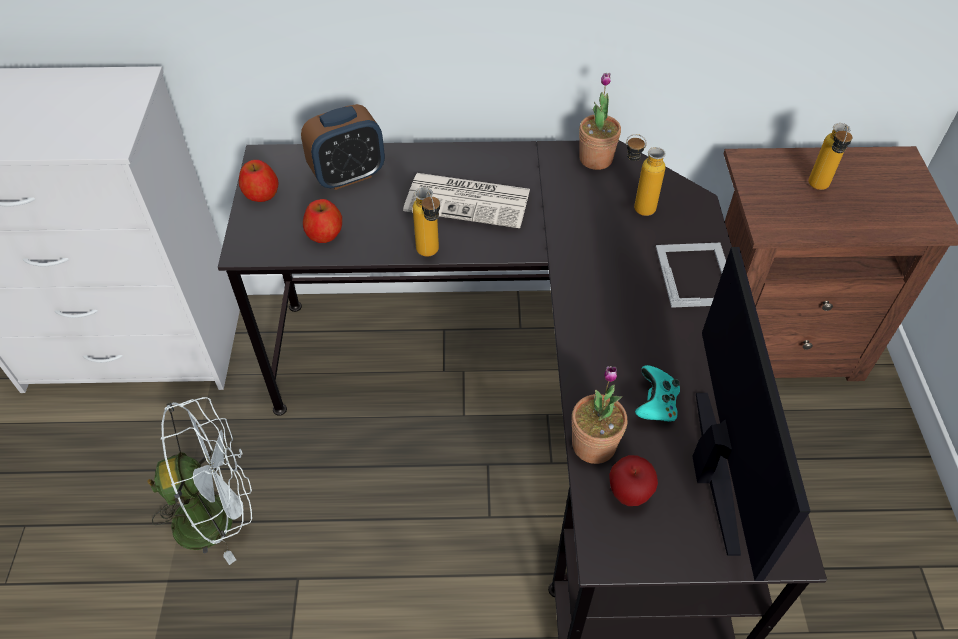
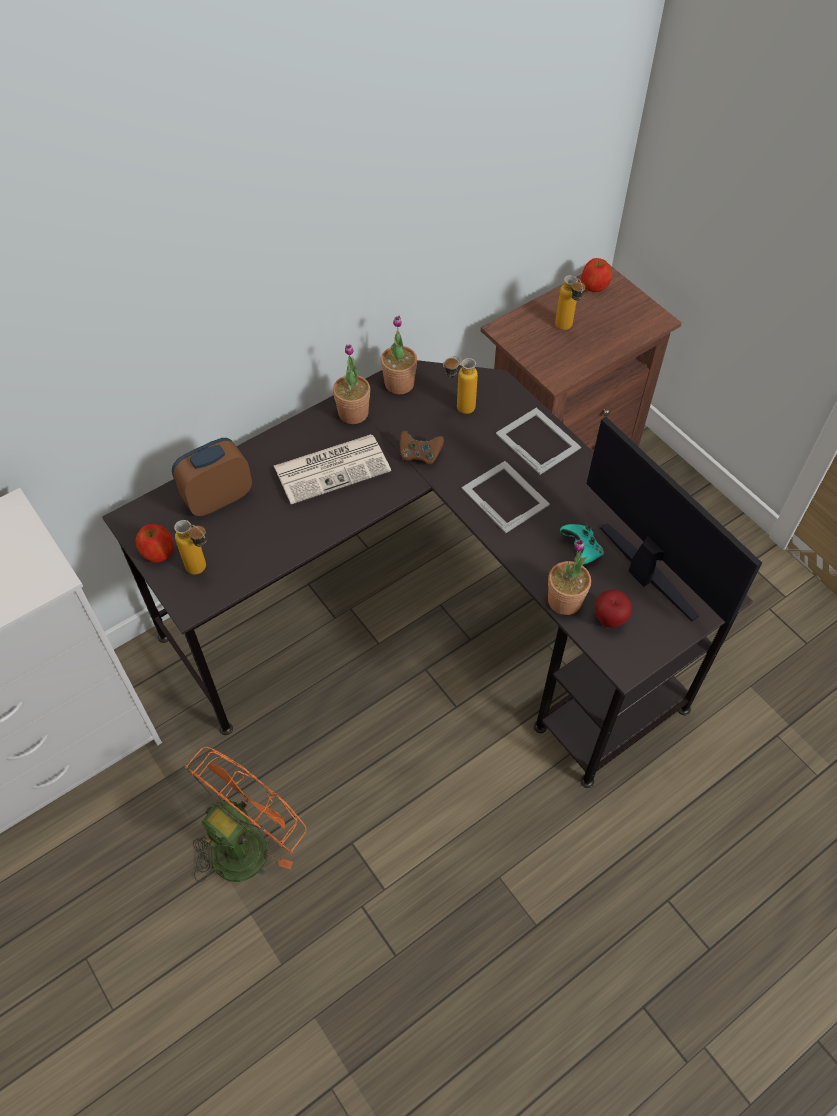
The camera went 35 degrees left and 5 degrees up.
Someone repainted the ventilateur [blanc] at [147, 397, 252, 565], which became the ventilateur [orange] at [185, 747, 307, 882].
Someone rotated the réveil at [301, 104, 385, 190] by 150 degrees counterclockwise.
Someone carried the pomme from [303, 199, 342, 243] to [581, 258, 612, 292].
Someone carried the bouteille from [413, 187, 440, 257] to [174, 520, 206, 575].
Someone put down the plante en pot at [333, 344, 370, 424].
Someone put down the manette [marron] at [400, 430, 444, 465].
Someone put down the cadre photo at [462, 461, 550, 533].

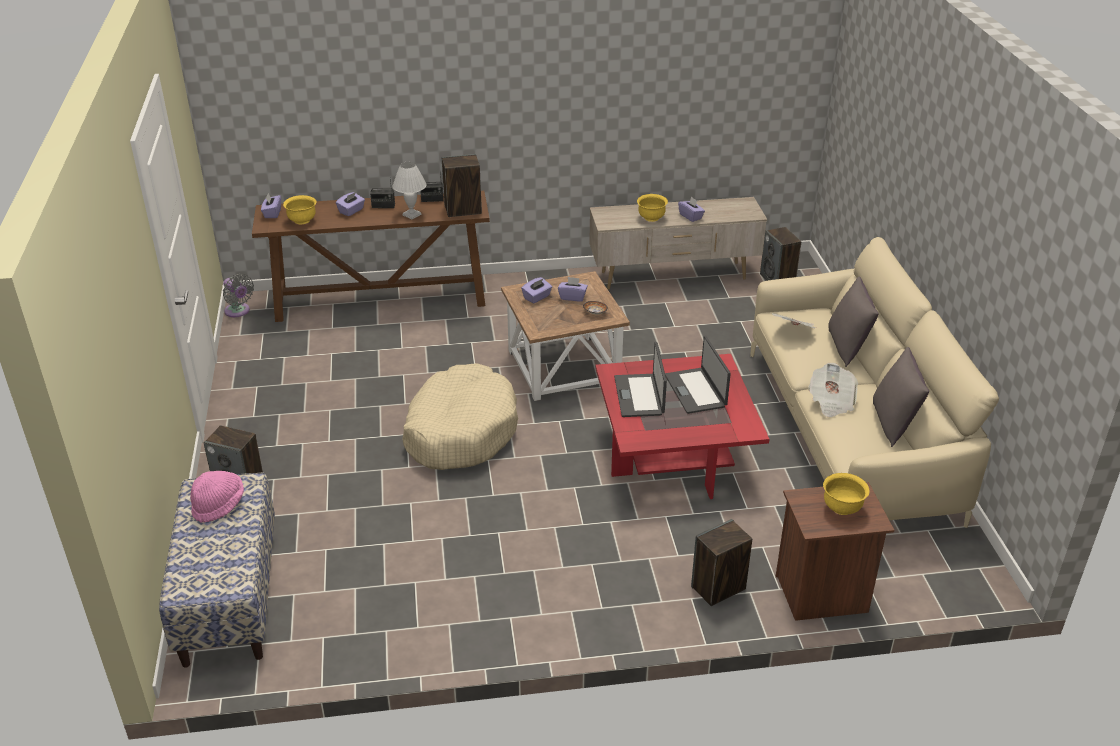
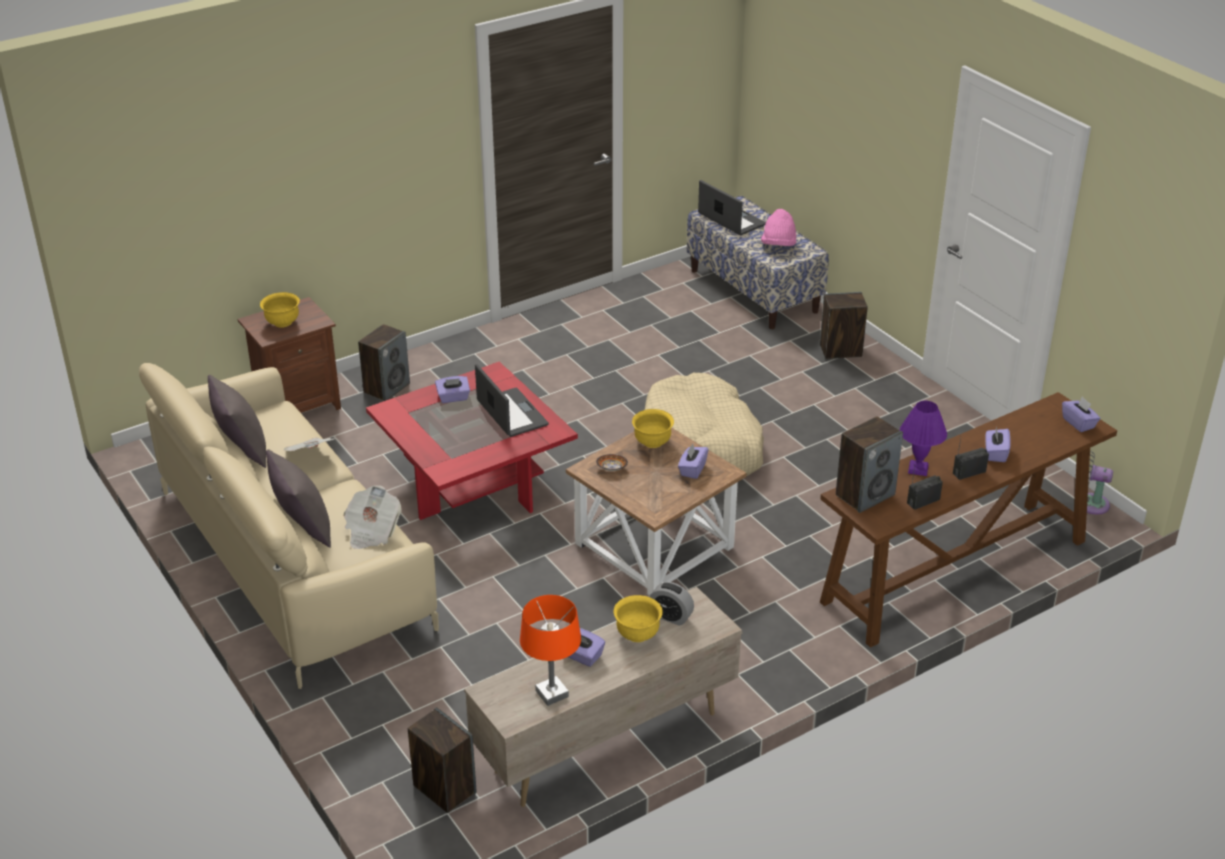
The camera went 155 degrees right and 0 degrees up.
Someone carried the bol [jaune] from [283, 195, 317, 224] to [632, 409, 674, 448].
Someone repainted the lampe de table [blanc] at [393, 162, 426, 219], which became the lampe de table [violet] at [900, 401, 947, 476].
Someone carried the boîte à mouchoirs [violet] from [558, 277, 588, 302] to [435, 376, 470, 403].
Someone carried the ordinateur portable from [665, 336, 731, 414] to [698, 180, 766, 235].
Someone put down the lampe de table [orange] at [520, 595, 581, 706].
Someone put down the réveil at [649, 582, 694, 626].

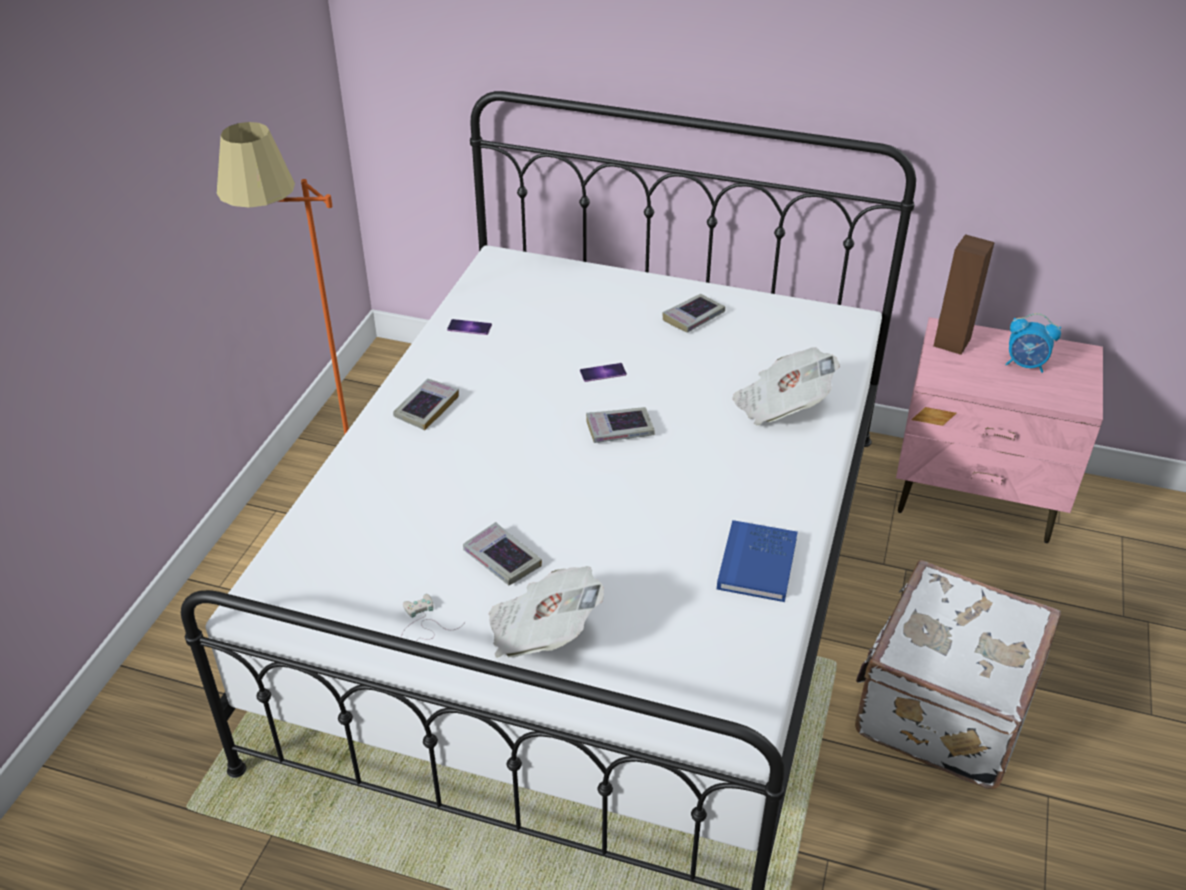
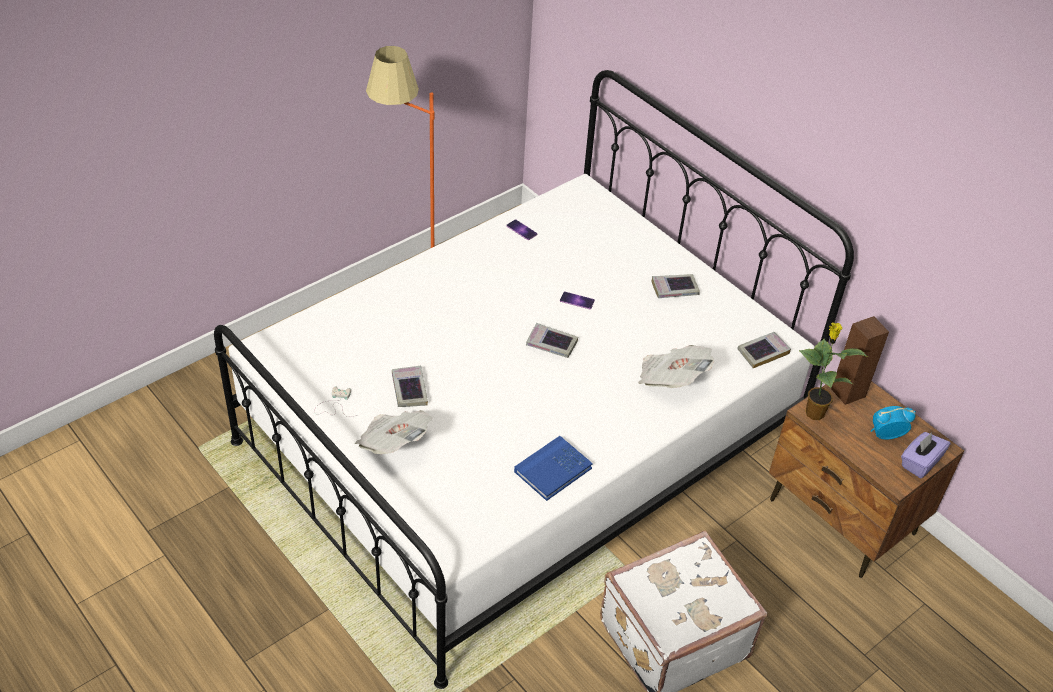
The camera went 30 degrees right and 5 degrees up.
Someone carried the livre from [393, 379, 459, 430] to [737, 332, 791, 368].
Someone repainted the table de chevet [rose] at [896, 317, 1103, 543], which became the table de chevet [marron] at [769, 381, 964, 578].
Someone rotated the réveil at [1005, 313, 1061, 373] by 120 degrees clockwise.
Someone put down the plante en pot at [799, 322, 868, 420].
Someone put down the boîte à mouchoirs [violet] at [901, 432, 950, 478].

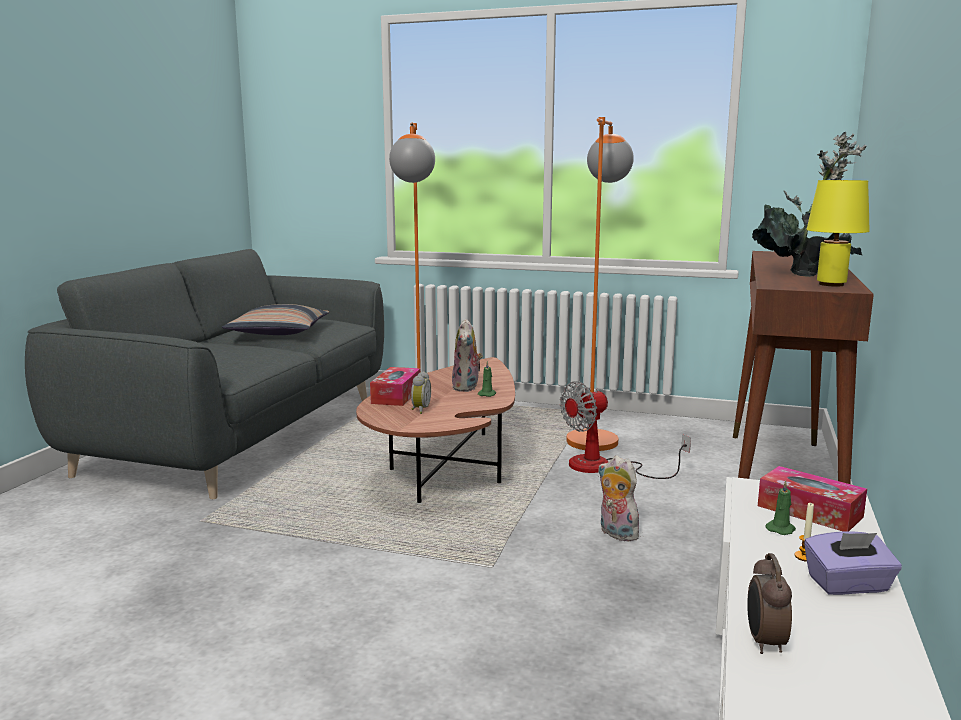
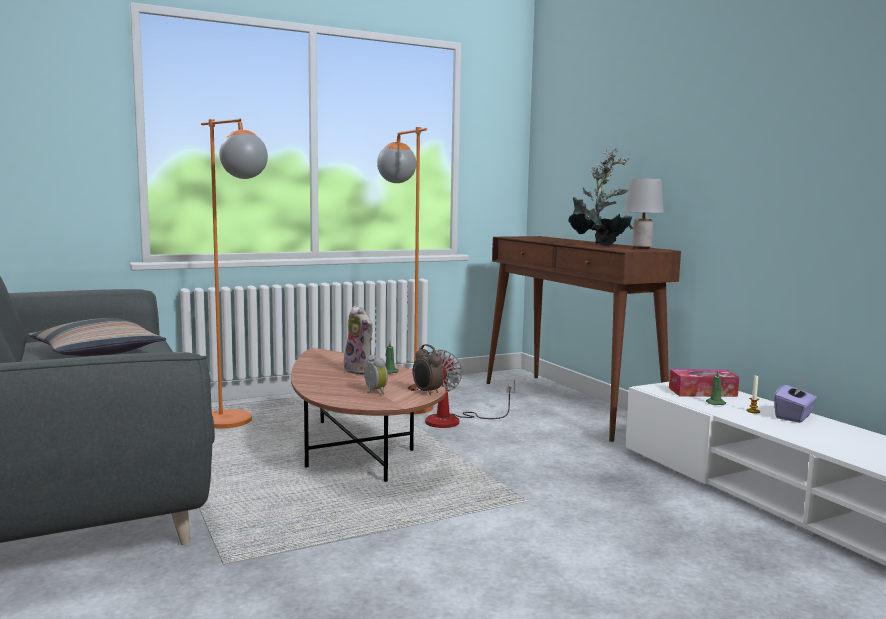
The camera went 45 degrees left and 5 degrees down.
Someone took away the boîte à mouchoirs at [370, 367, 420, 406].
Someone took away the peluche at [598, 456, 641, 541].
Someone carried the réveil from [747, 553, 792, 654] to [413, 344, 444, 395].
Someone repainted the lampe de table [jaune] at [806, 180, 869, 287], which became the lampe de table [gris] at [624, 179, 664, 249].

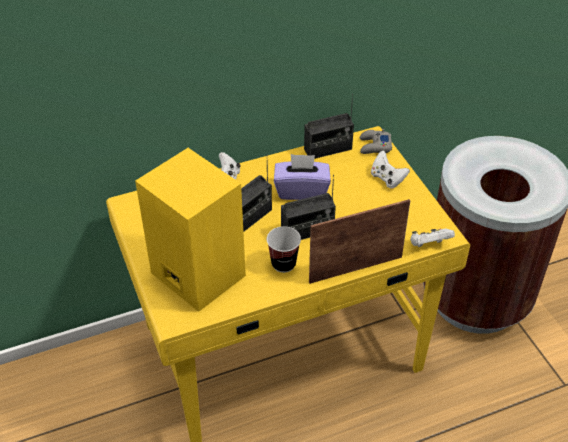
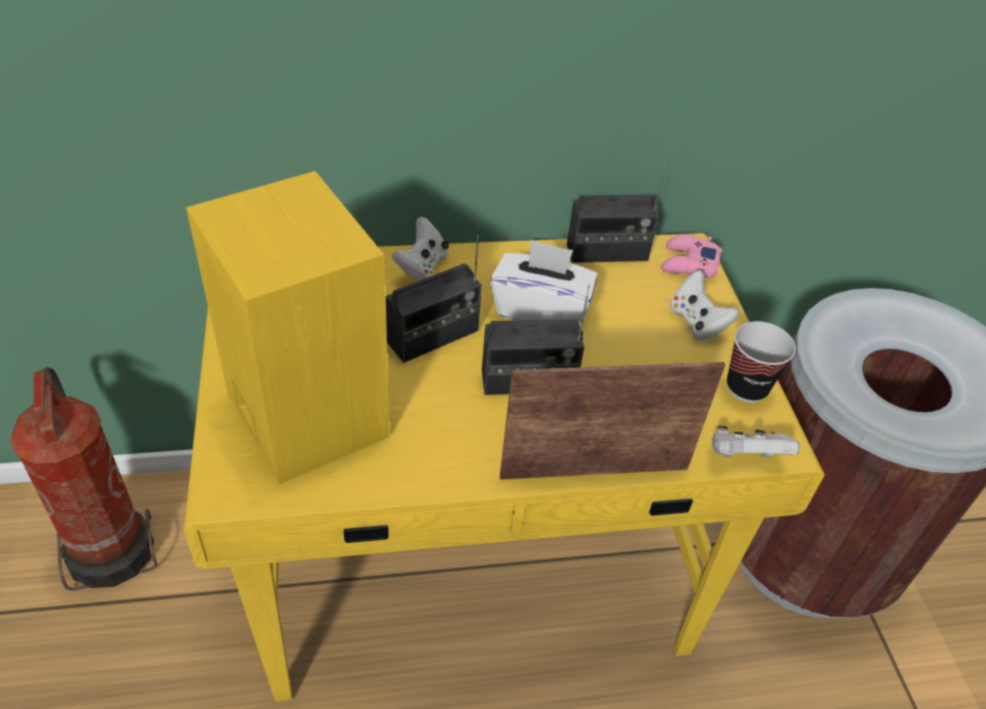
The camera went 10 degrees right and 0 degrees up.
Someone carried the tasse from [267, 226, 301, 273] to [727, 321, 796, 403].
Someone repainted the boîte à mouchoirs [violet] at [274, 154, 331, 200], which became the boîte à mouchoirs [blanc] at [490, 239, 598, 324].
Someone repainted the manette [gris] at [360, 129, 392, 154], which became the manette [rose] at [661, 234, 722, 278].
Someone put down the extincteur at [10, 367, 157, 591].

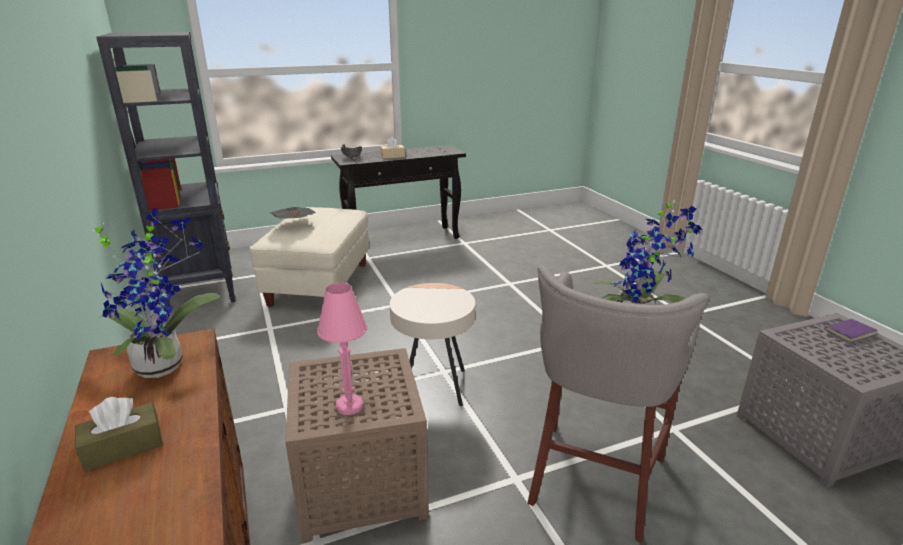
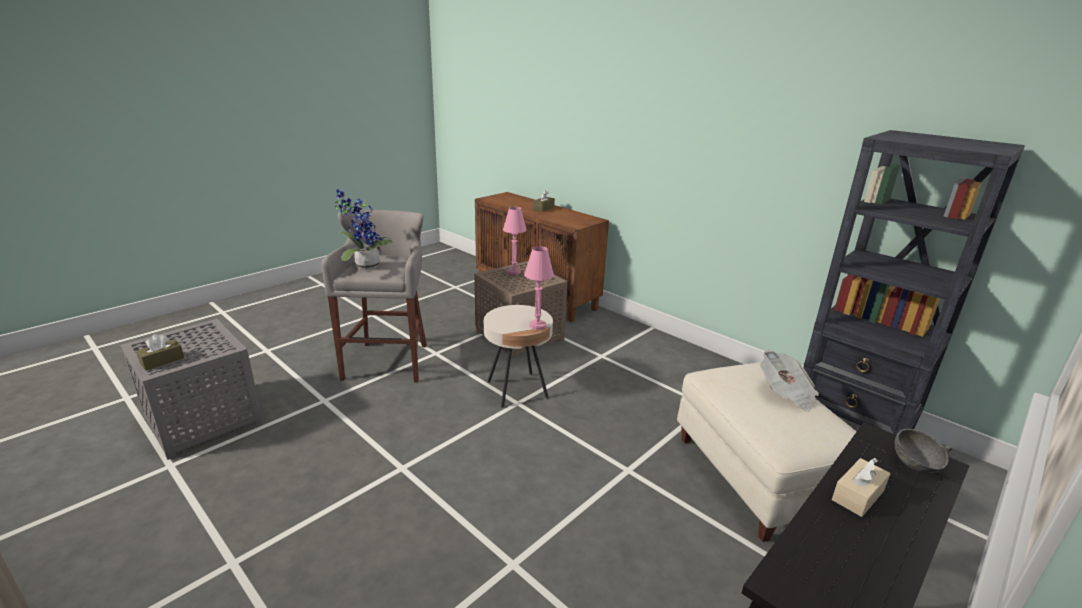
The camera went 155 degrees right and 0 degrees up.
Someone took away the plante en pot at [92, 208, 220, 378].
Someone swapped the livre [violet] at [817, 319, 877, 343] for the boîte à mouchoirs [marron] at [136, 334, 184, 370].
Someone put down the lampe de table [rose] at [524, 246, 554, 330].

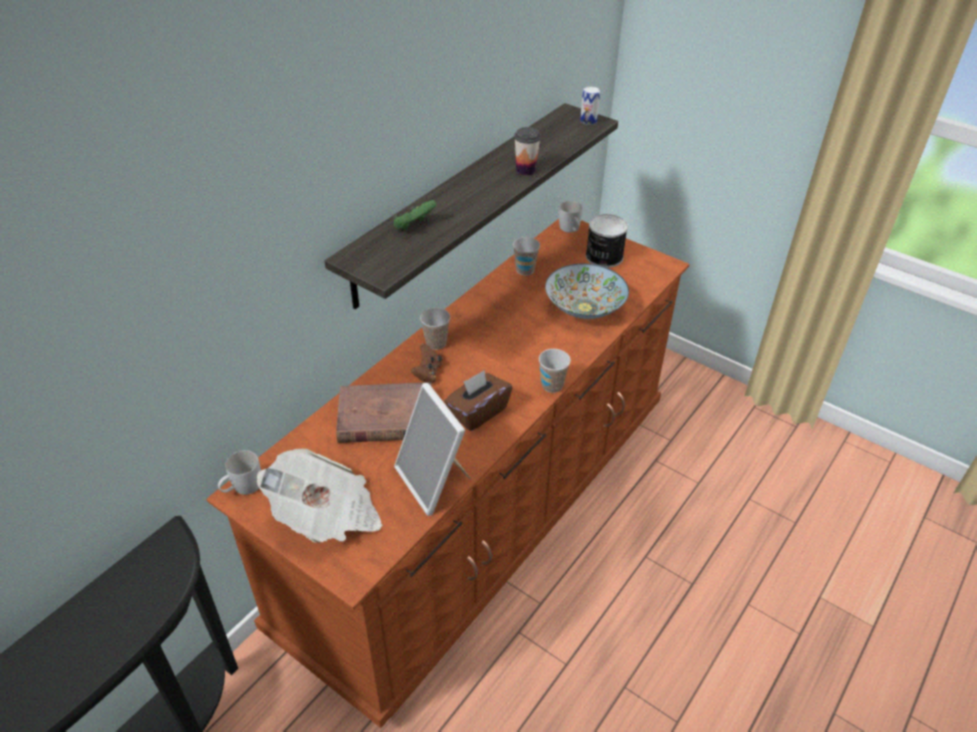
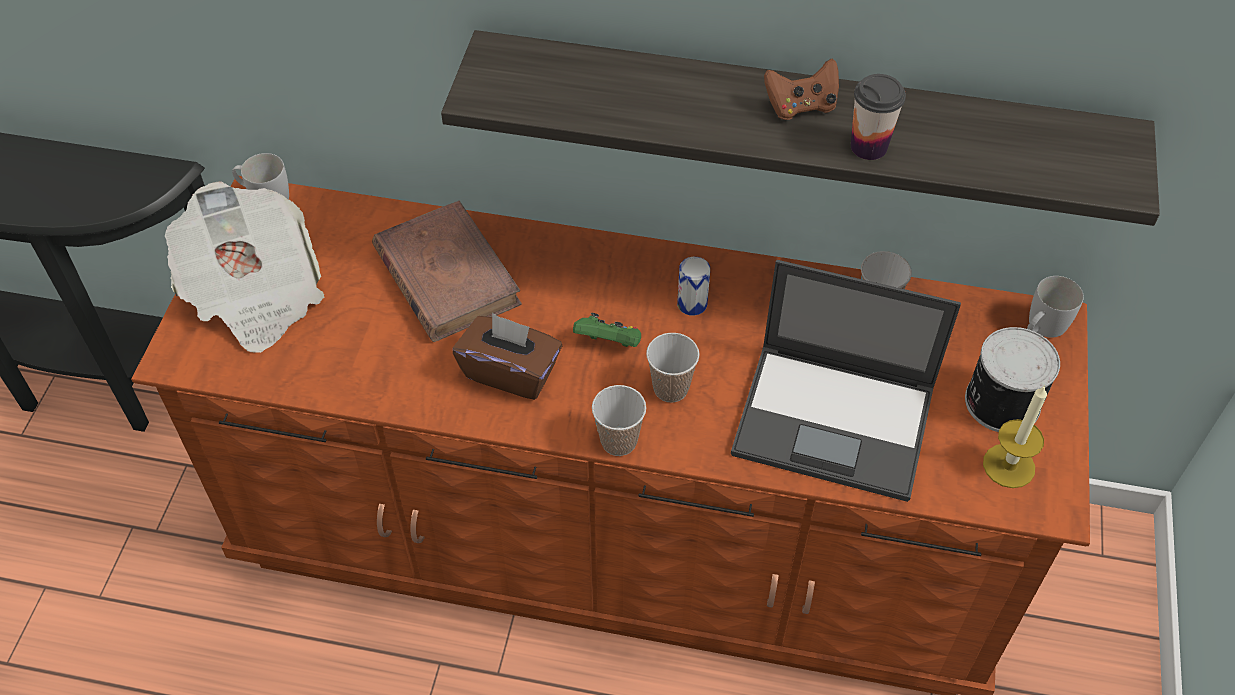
The camera went 65 degrees right and 10 degrees up.
Someone carried the manette [vert] from [393, 200, 437, 230] to [573, 313, 641, 347].
Someone took away the cadre photo at [394, 383, 471, 516].
Someone carried the manette [marron] from [411, 344, 442, 384] to [764, 58, 839, 120].
Someone carried the tasse from [420, 308, 450, 350] to [646, 333, 699, 403].
Someone swapped the bol at [545, 264, 629, 319] for the ordinateur portable at [731, 260, 961, 502].
Someone carried the boîte métallique from [580, 86, 600, 125] to [677, 257, 710, 316].
Someone put down the bougie at [983, 385, 1047, 488].

